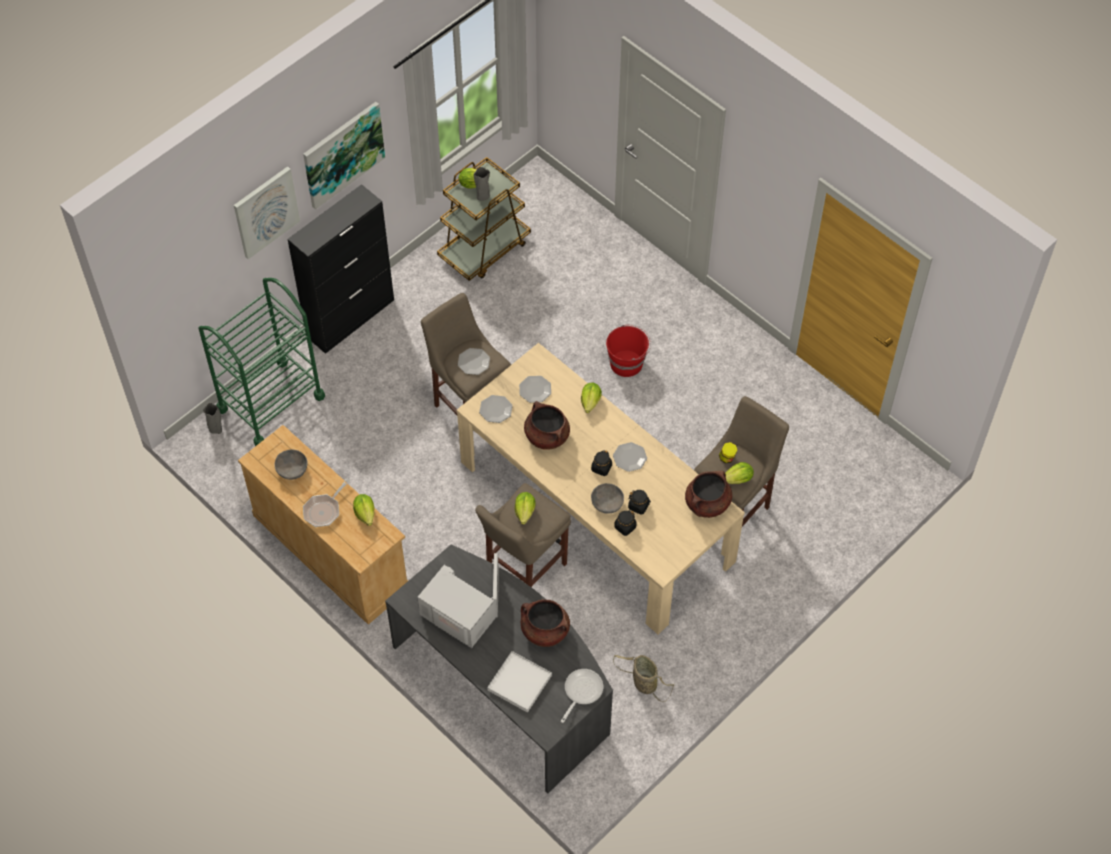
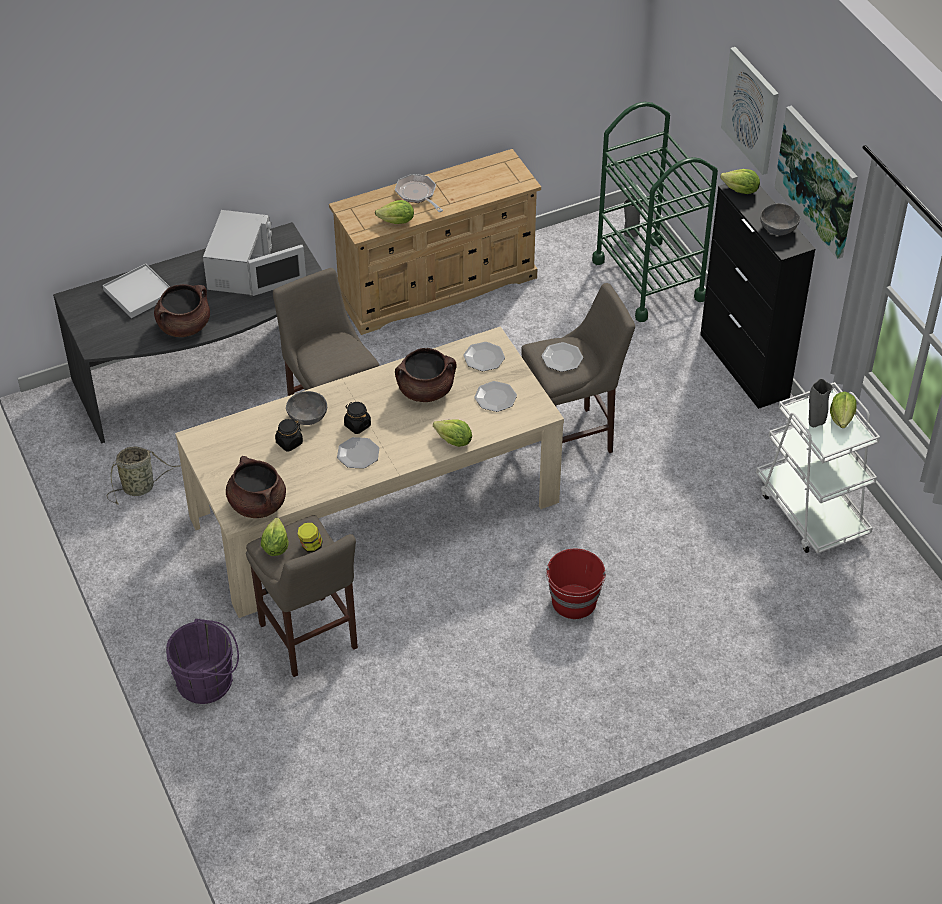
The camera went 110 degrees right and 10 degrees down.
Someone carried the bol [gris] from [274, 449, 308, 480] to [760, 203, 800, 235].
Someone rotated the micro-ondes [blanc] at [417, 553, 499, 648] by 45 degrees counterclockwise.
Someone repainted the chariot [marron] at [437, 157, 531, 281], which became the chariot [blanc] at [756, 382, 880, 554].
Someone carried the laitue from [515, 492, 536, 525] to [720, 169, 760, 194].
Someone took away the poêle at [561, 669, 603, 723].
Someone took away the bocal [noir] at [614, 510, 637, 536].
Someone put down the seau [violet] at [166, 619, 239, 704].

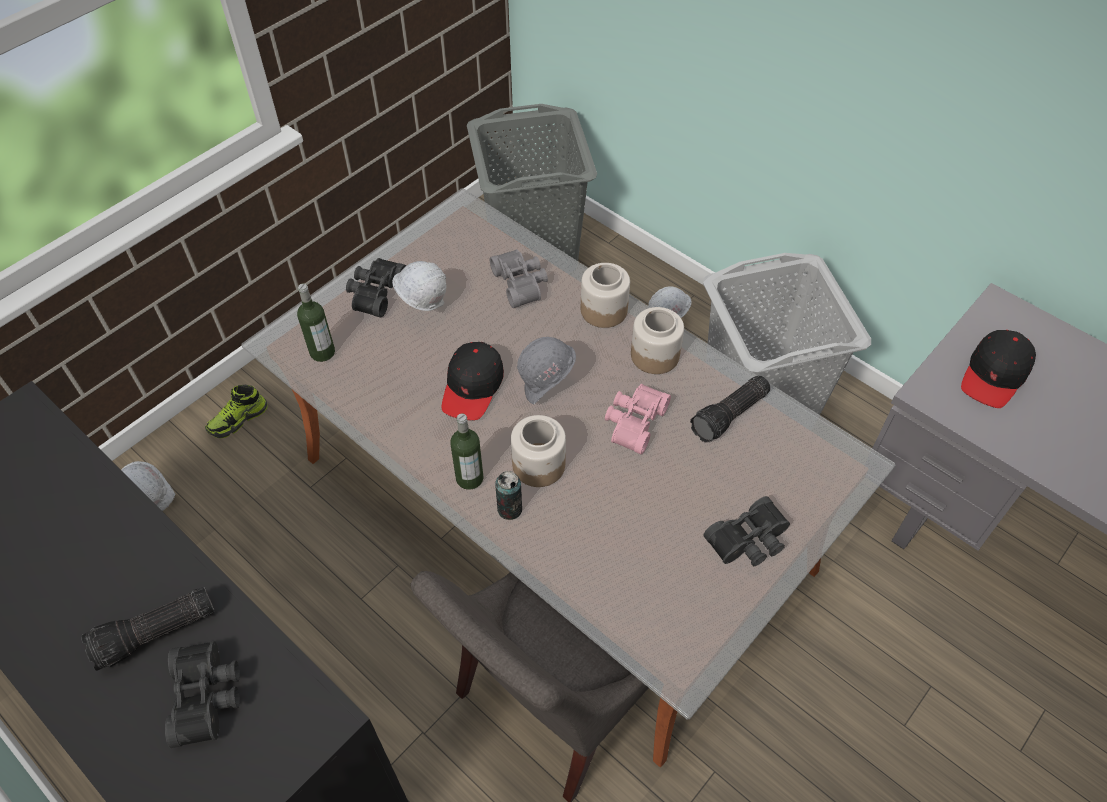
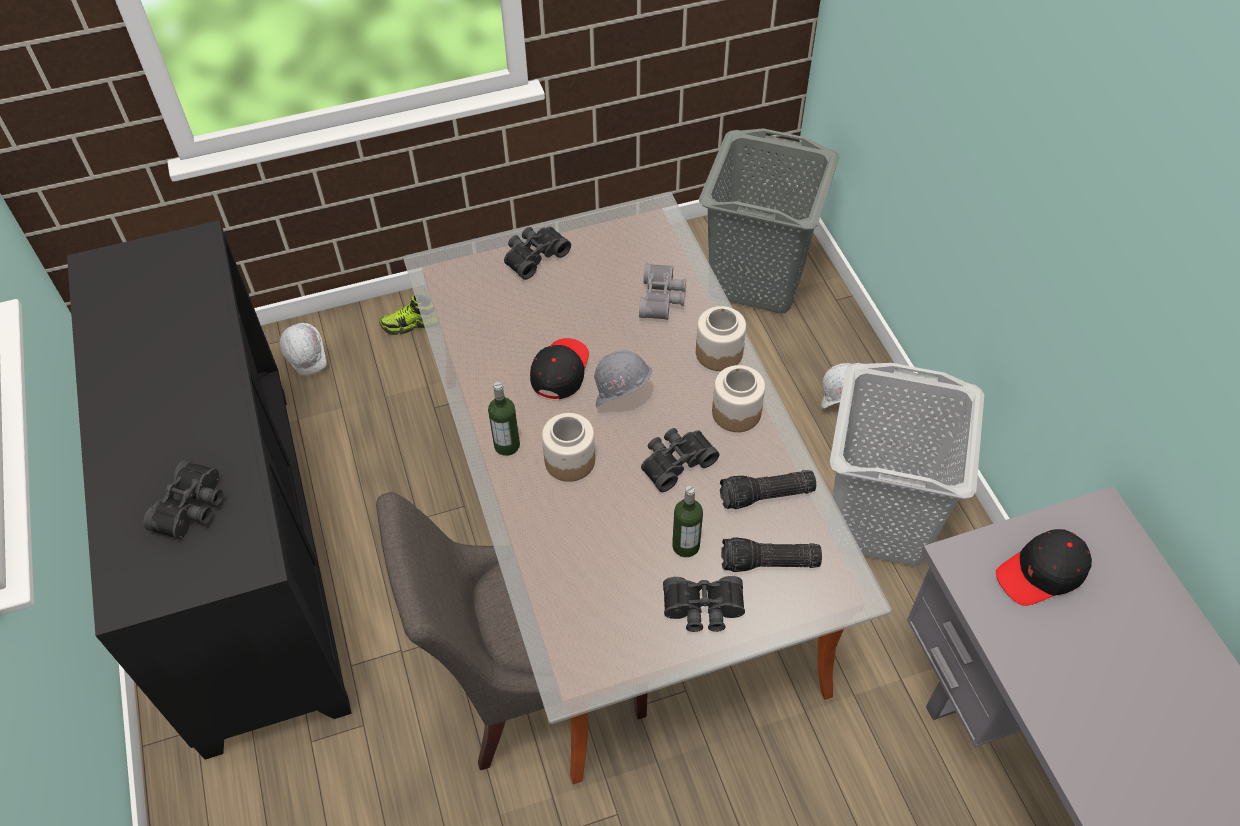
The camera went 30 degrees right and 0 degrees up.
Someone carried the lampe de poche from [81, 587, 215, 671] to [721, 537, 822, 572].
Someone carried the bouteille from [297, 283, 335, 362] to [672, 485, 703, 557].
Someone took away the casque de chantier [blanc] at [392, 261, 447, 312].
Someone rotated the casquette [noir] at [442, 342, 504, 420] by 150 degrees clockwise.
Someone took away the boîte métallique at [495, 471, 522, 520].
Someone repainted the jumelles [rose] at [605, 384, 671, 455], which became the jumelles [noir] at [641, 428, 719, 492].

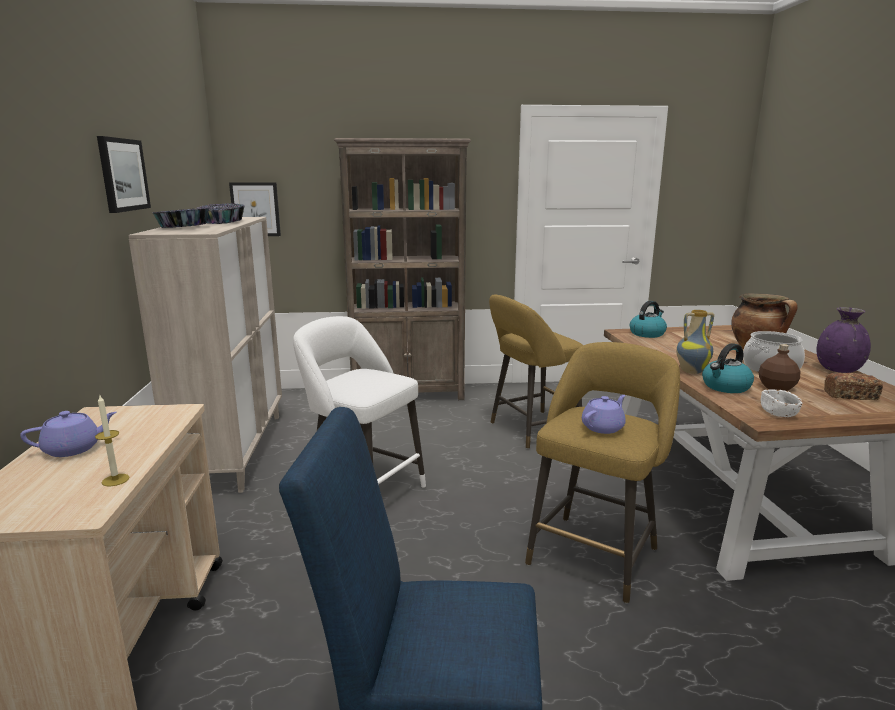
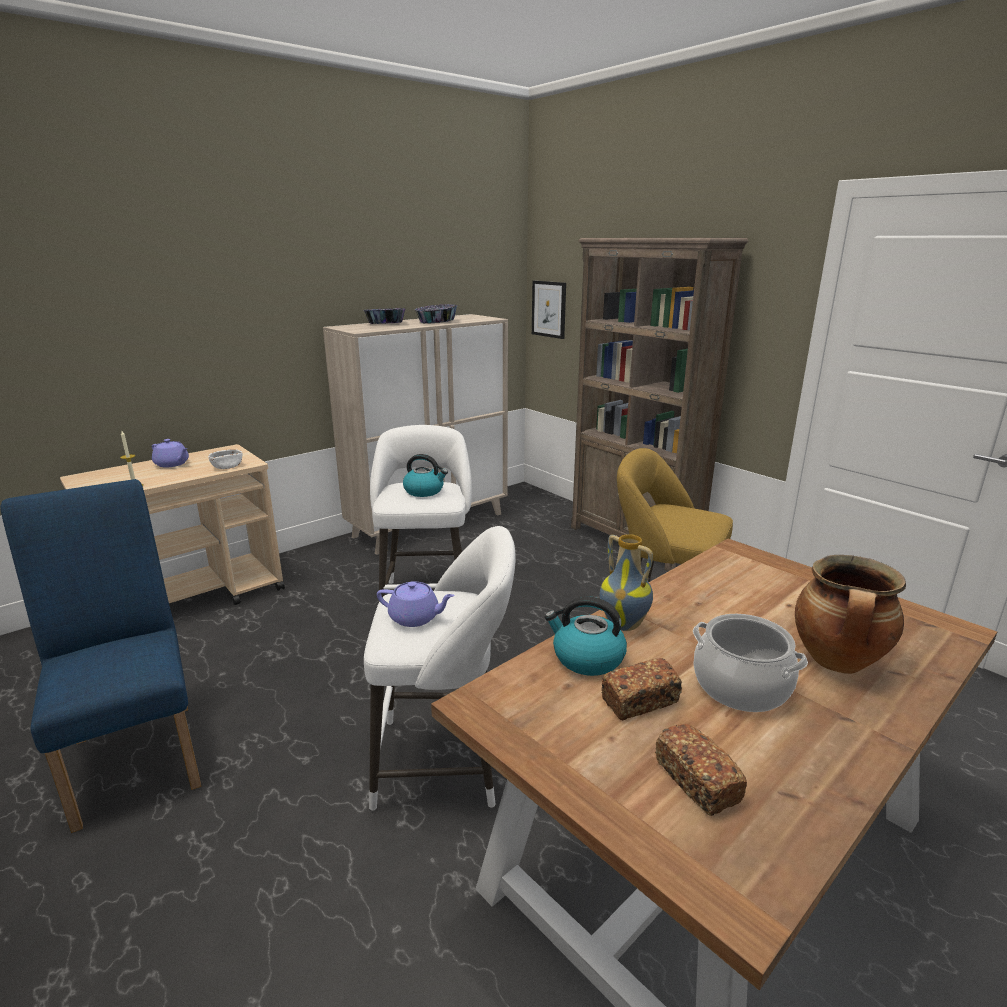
The camera went 55 degrees right and 5 degrees up.
Someone took away the tableau at [97, 136, 151, 213].
Someone repainted the tabouret [jaune] at [525, 342, 680, 604], which became the tabouret [blanc] at [364, 526, 516, 811].
Someone carried the bouilloire from [630, 301, 667, 338] to [403, 454, 448, 497].
Someone swapped the bouteille [marron] at [759, 344, 800, 391] for the pain at [601, 658, 682, 720].
Someone carried the bol [blanc] from [761, 389, 802, 417] to [208, 449, 242, 469].
Someone took away the vase [violet] at [817, 307, 871, 373].

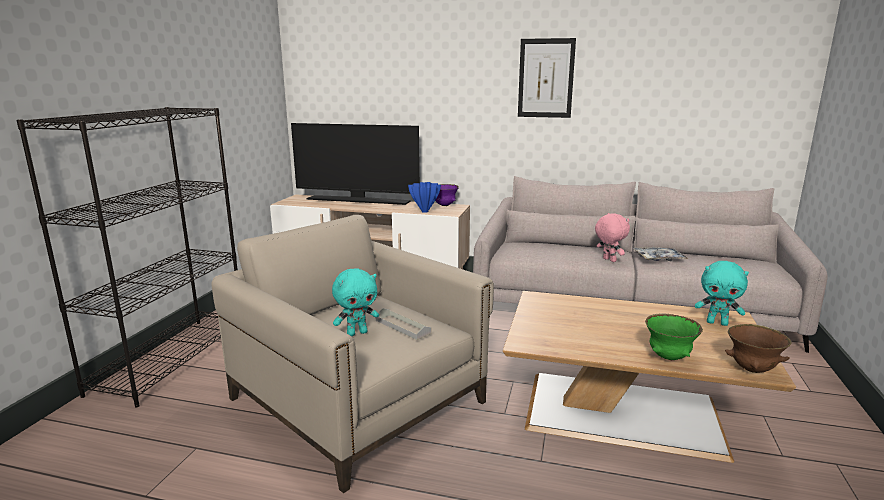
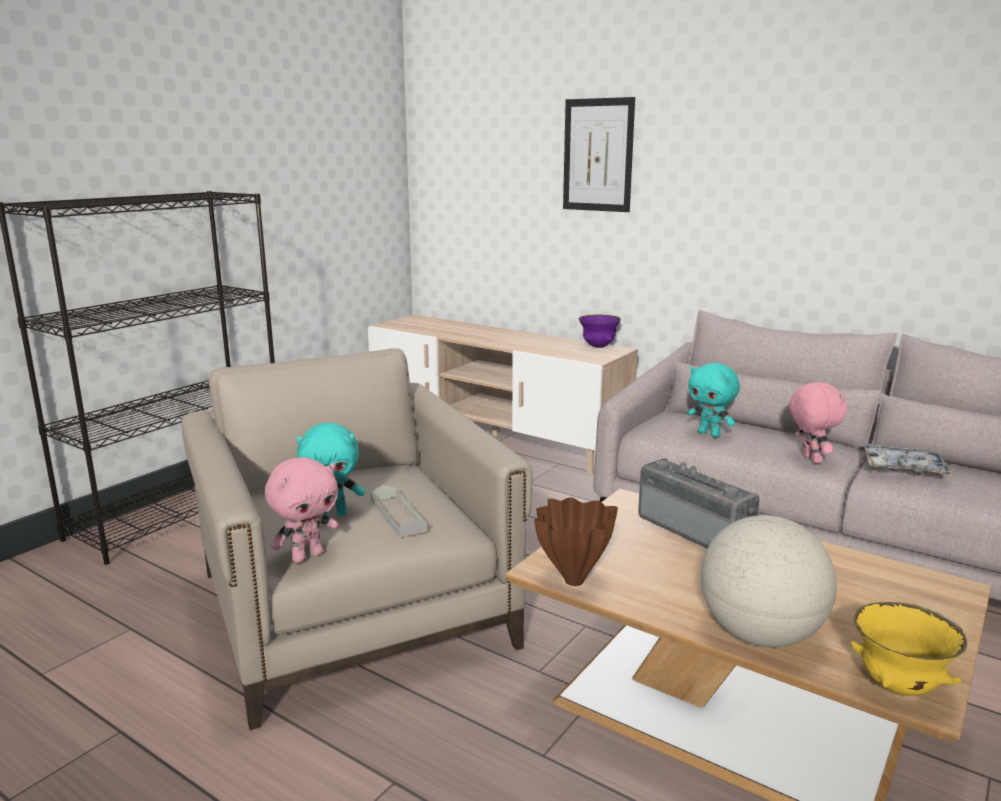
The camera went 20 degrees right and 0 degrees up.
Someone took away the téléviseur at [291, 123, 420, 205].
Someone took away the vase [bleu] at [408, 182, 441, 213].
Someone carried the tableau from [518, 38, 576, 118] to [563, 97, 635, 212].
Someone swapped the bol [vert] at [645, 314, 703, 360] for the globe at [701, 515, 837, 647].
Someone carried the peluche [turquoise] from [695, 261, 749, 326] to [687, 363, 740, 437].
Someone repainted the bol [marron] at [725, 324, 792, 373], which became the bol [jaune] at [851, 602, 967, 696].
Someone put down the peluche [rose] at [265, 457, 339, 563].
Someone put down the vase [marron] at [534, 497, 618, 586].
Someone put down the radio at [638, 459, 760, 548].

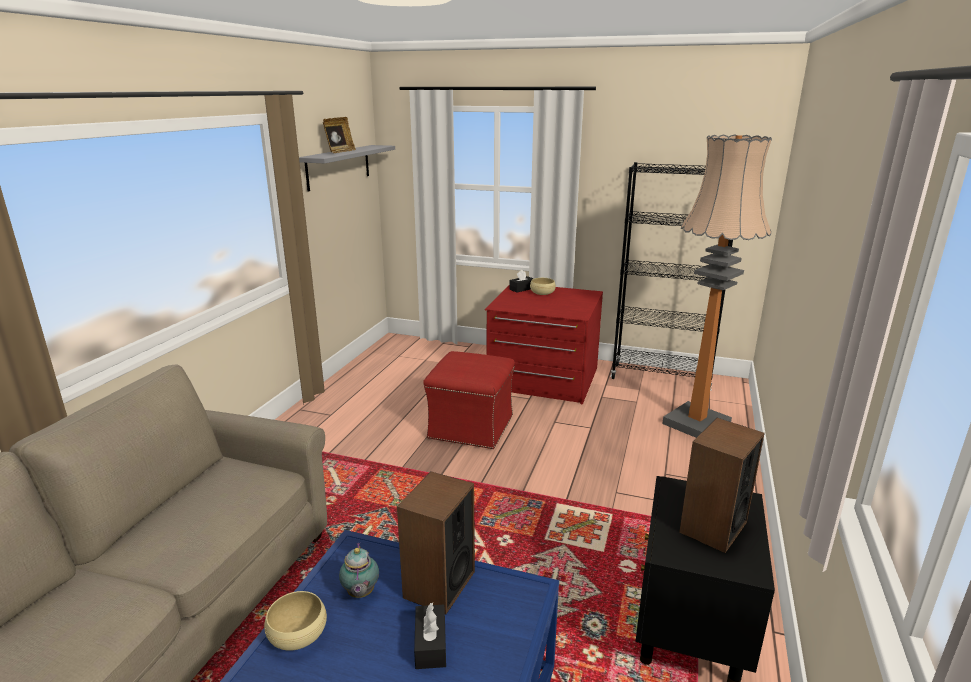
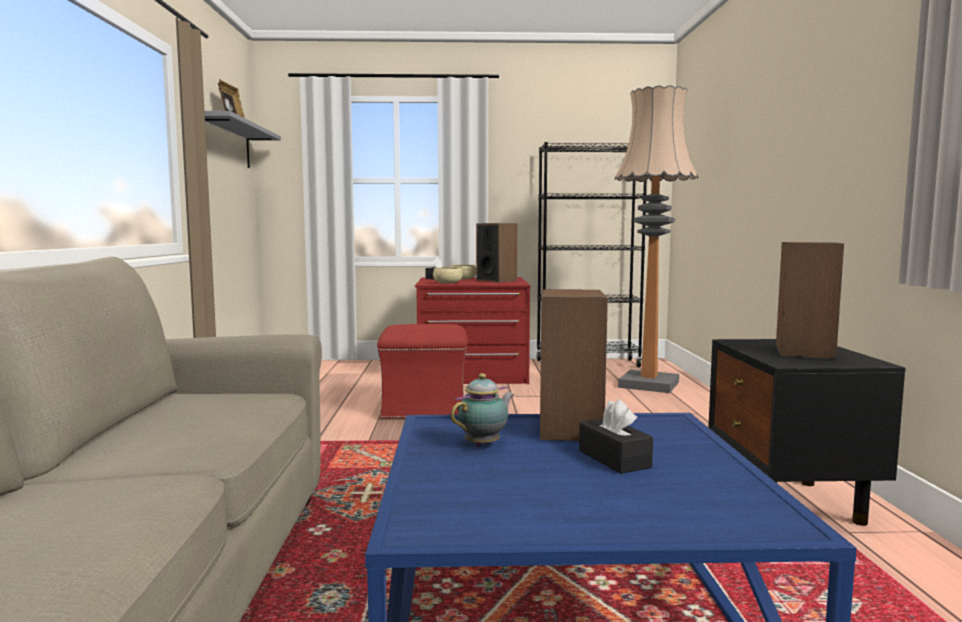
The camera went 20 degrees left and 15 degrees down.
Someone carried the bol [beige] from [264, 591, 327, 651] to [433, 267, 463, 283].
Someone rotated the théière at [339, 542, 379, 598] by 105 degrees counterclockwise.
Someone put down the enceinte at [476, 223, 517, 283].

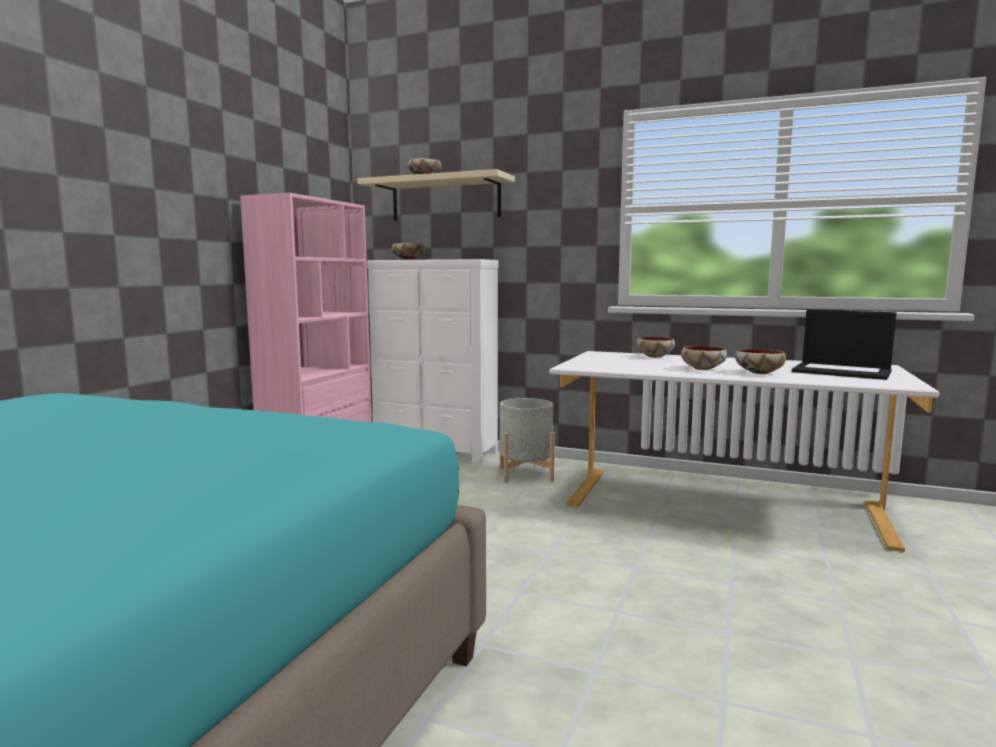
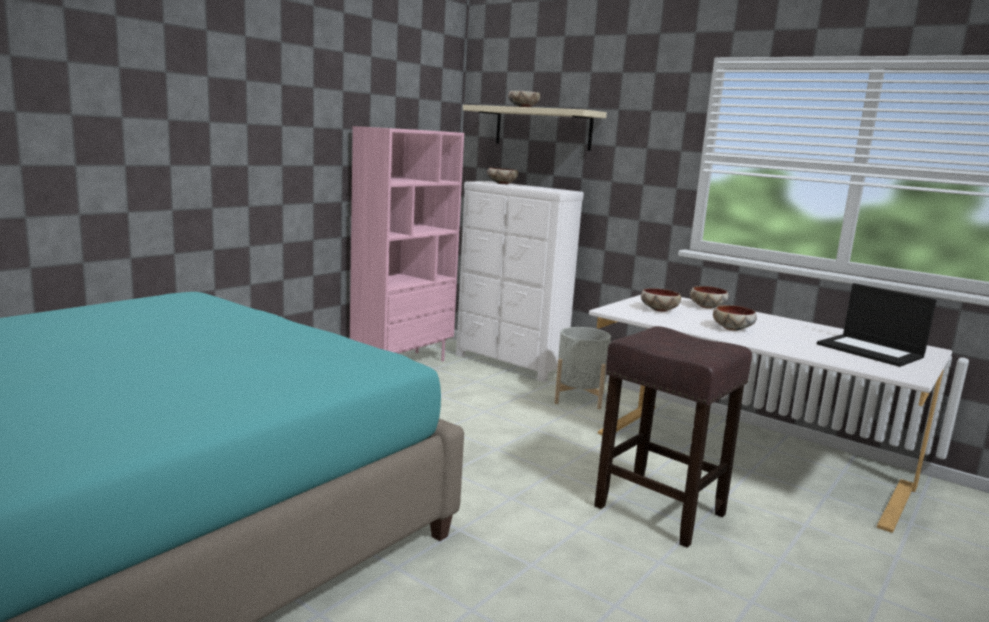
The camera went 15 degrees right and 5 degrees up.
Someone carried the bol from [735, 349, 786, 374] to [641, 288, 681, 312].
Someone put down the tabouret [marron] at [594, 326, 752, 548].

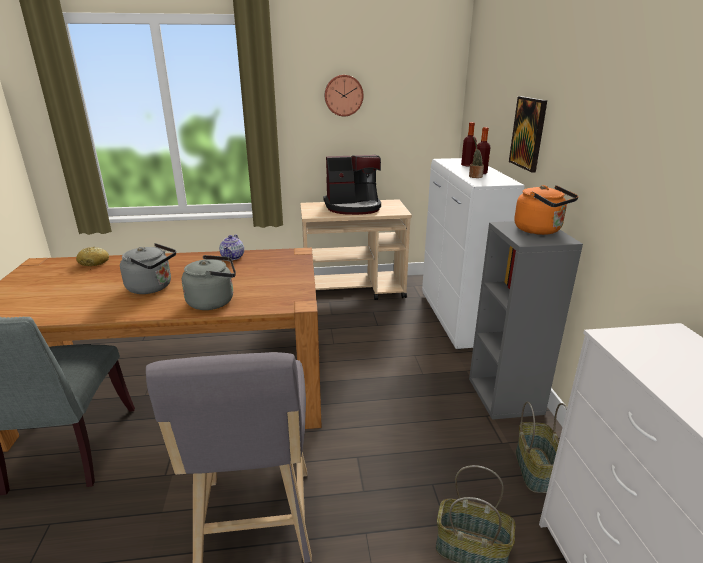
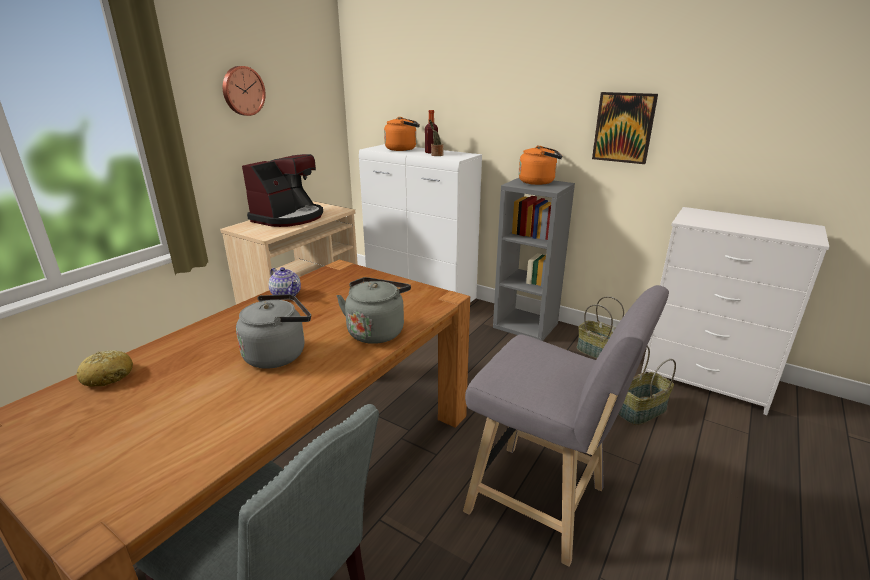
The camera went 50 degrees left and 0 degrees up.
Someone swapped the bouteille at [461, 122, 477, 167] for the bouilloire [orange] at [384, 117, 420, 151].
Someone carried the tableau from [509, 96, 547, 173] to [592, 92, 658, 164].

